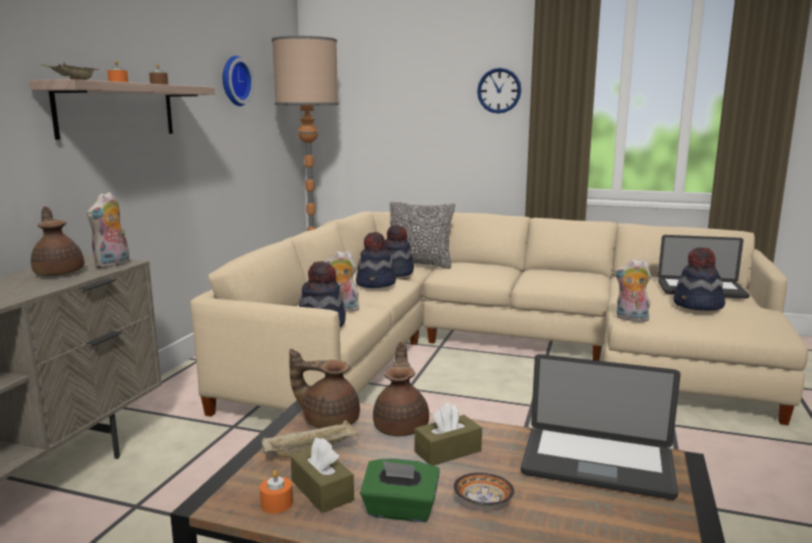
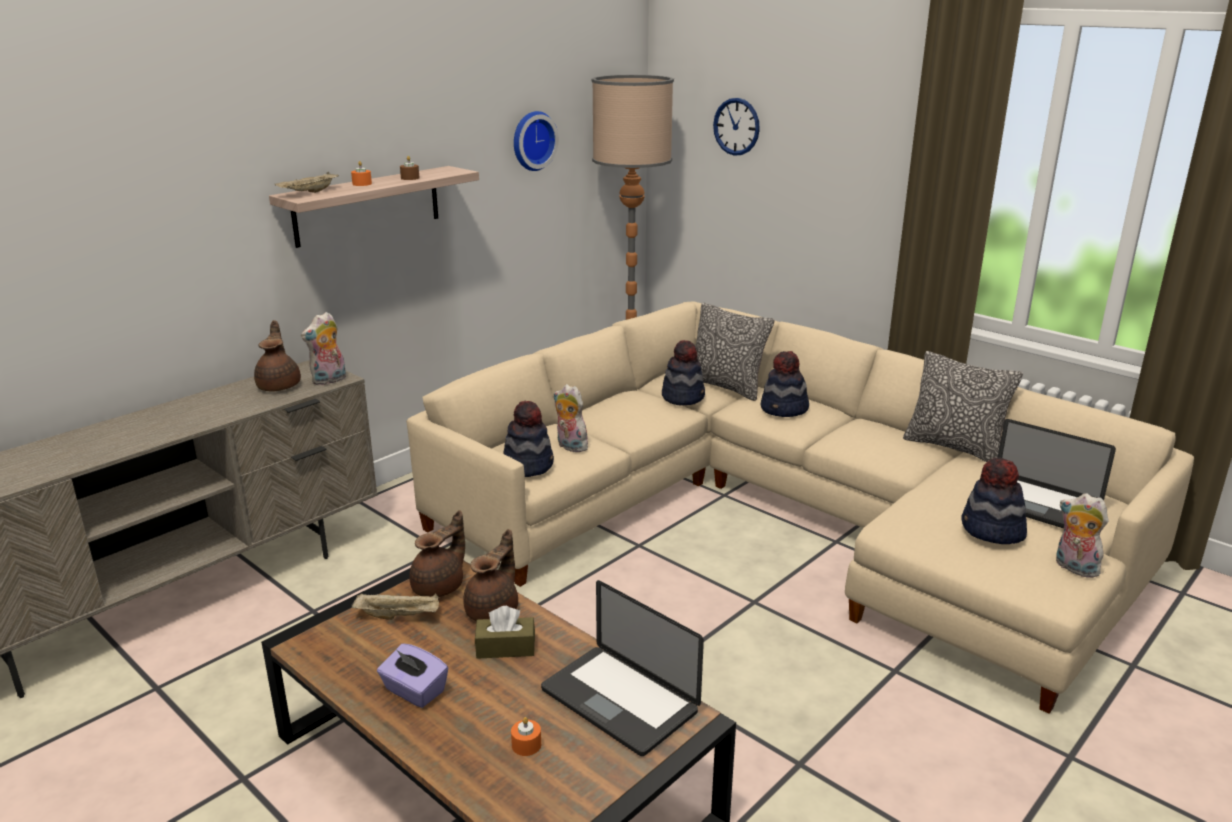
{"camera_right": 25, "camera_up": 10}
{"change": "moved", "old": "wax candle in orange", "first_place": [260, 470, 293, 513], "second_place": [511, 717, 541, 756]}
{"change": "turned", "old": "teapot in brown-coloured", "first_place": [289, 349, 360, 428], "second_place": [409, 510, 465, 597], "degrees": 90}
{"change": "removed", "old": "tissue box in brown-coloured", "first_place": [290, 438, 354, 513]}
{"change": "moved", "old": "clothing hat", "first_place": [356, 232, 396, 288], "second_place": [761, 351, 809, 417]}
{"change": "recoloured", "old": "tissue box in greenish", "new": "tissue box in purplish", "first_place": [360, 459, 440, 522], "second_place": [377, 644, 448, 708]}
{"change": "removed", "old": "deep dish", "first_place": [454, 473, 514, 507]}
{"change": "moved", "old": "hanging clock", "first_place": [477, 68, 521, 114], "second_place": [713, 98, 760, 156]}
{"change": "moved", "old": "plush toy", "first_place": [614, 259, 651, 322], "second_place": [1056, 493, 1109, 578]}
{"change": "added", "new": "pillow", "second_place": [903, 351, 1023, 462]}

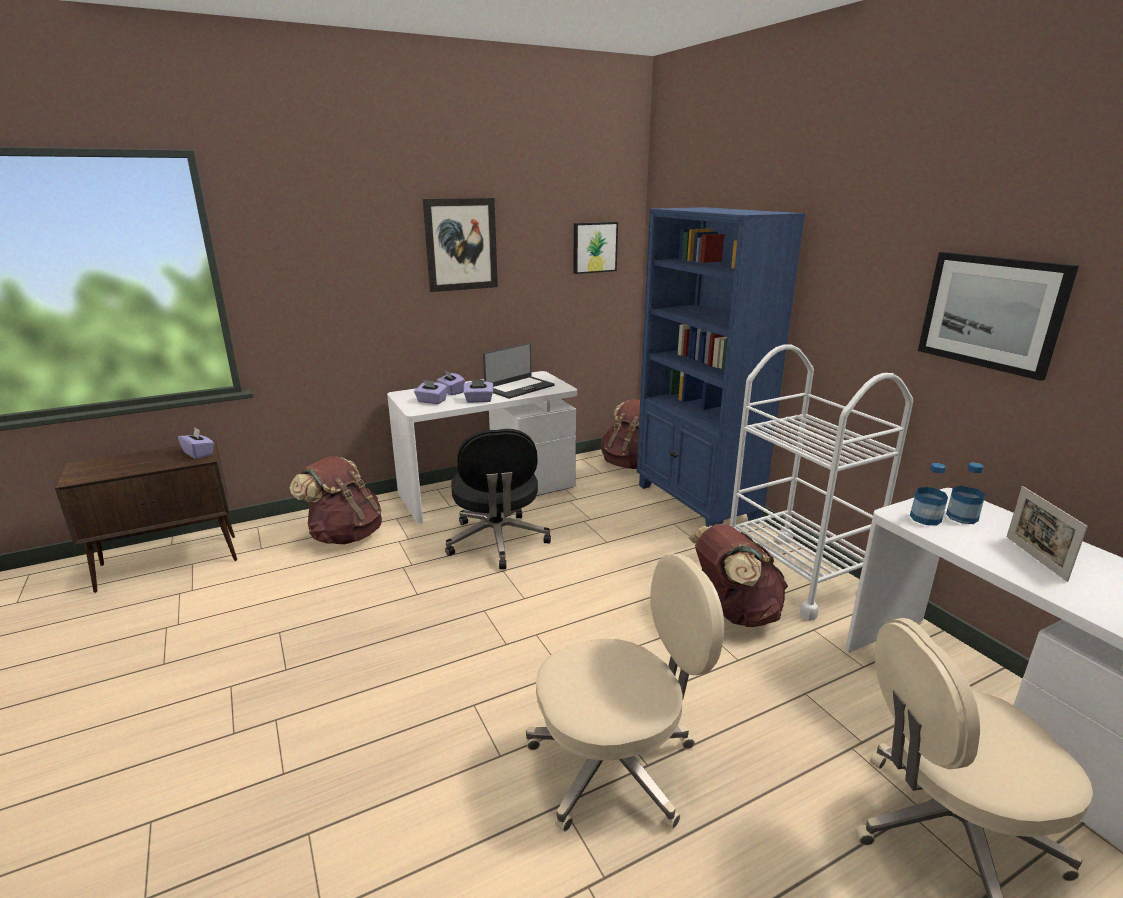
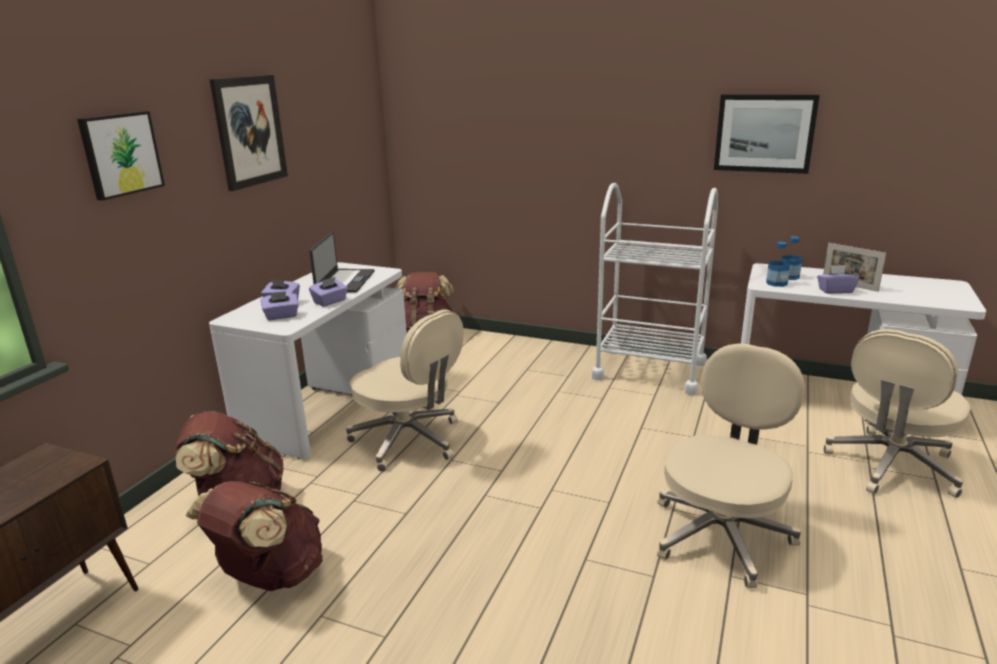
{"camera_right": -40, "camera_up": 0}
{"change": "moved", "old": "tissue box in purplish", "first_place": [178, 428, 214, 459], "second_place": [817, 265, 859, 294]}
{"change": "recoloured", "old": "office chair in black-coloured", "new": "office chair in beige-coloured", "first_place": [445, 429, 551, 569], "second_place": [346, 310, 463, 472]}
{"change": "moved", "old": "wall art", "first_place": [573, 222, 618, 274], "second_place": [77, 111, 165, 200]}
{"change": "removed", "old": "bookshelf in blue", "first_place": [637, 207, 805, 527]}
{"change": "moved", "old": "backpack in brown-coloured", "first_place": [688, 524, 788, 627], "second_place": [186, 481, 322, 591]}

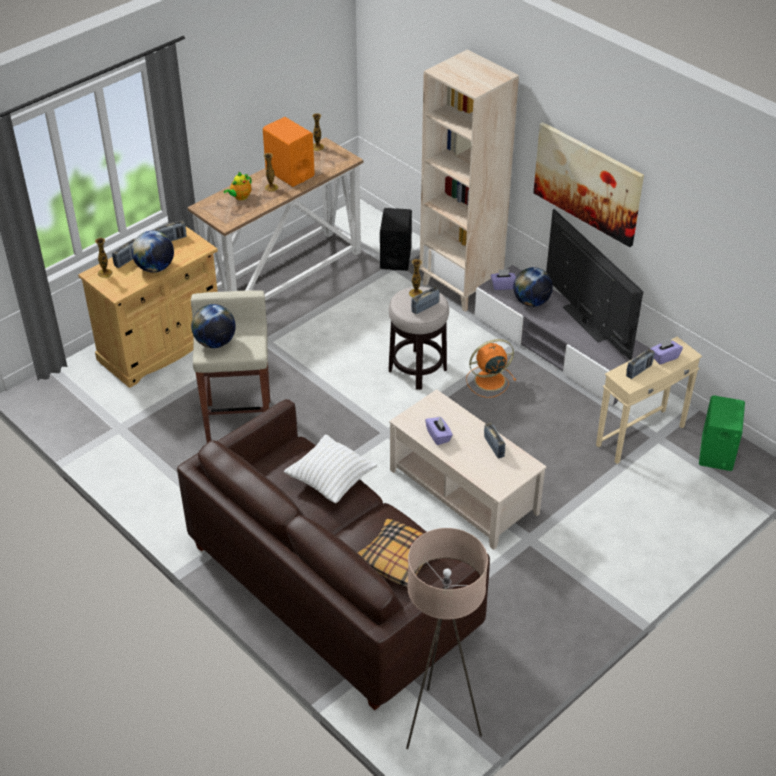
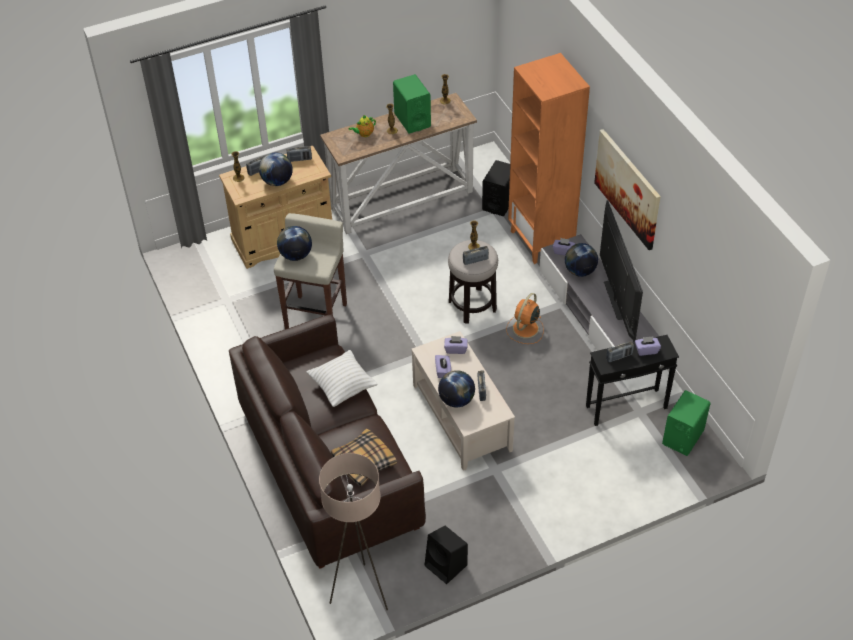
{"camera_right": 20, "camera_up": 5}
{"change": "recoloured", "old": "speaker in orange", "new": "speaker in greenish", "first_place": [263, 117, 315, 187], "second_place": [393, 74, 431, 134]}
{"change": "recoloured", "old": "bookshelf in beige-coloured", "new": "bookshelf in orange", "first_place": [420, 49, 519, 312], "second_place": [508, 53, 590, 264]}
{"change": "turned", "old": "cooling fan in orange", "first_place": [466, 339, 516, 398], "second_place": [506, 293, 544, 344], "degrees": -60}
{"change": "recoloured", "old": "accent table in beige-coloured", "new": "accent table in black-coloured", "first_place": [596, 337, 702, 464], "second_place": [586, 335, 679, 426]}
{"change": "added", "new": "speaker in black-coloured", "second_place": [425, 526, 468, 584]}
{"change": "added", "new": "desk globe", "second_place": [438, 370, 475, 407]}
{"change": "added", "new": "tissue box in purplish", "second_place": [444, 336, 467, 354]}

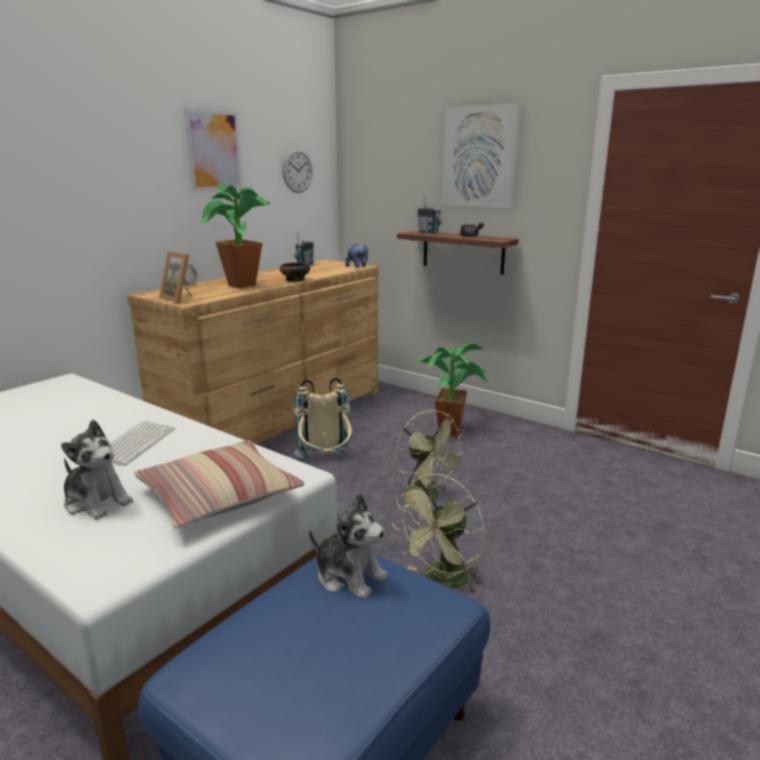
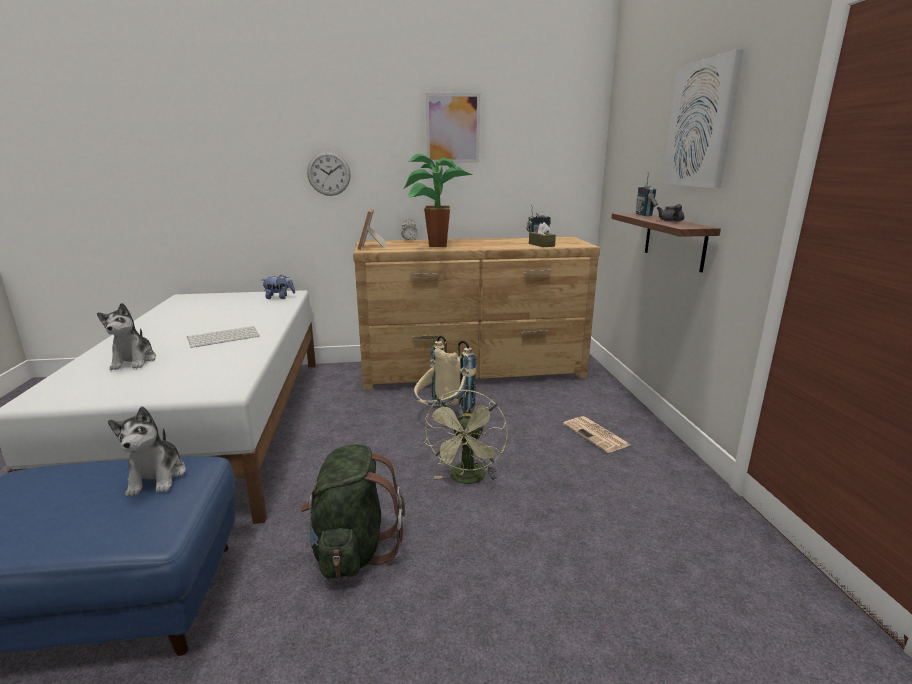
{"camera_right": 45, "camera_up": 0}
{"change": "removed", "old": "pillow", "first_place": [134, 440, 304, 529]}
{"change": "removed", "old": "deep dish", "first_place": [280, 262, 310, 282]}
{"change": "moved", "old": "hanging clock", "first_place": [282, 148, 313, 193], "second_place": [307, 151, 351, 196]}
{"change": "moved", "old": "plush toy", "first_place": [345, 244, 368, 268], "second_place": [262, 275, 295, 299]}
{"change": "replaced", "old": "cooling fan in greenish", "new": "backpack in greenish", "first_place": [392, 474, 485, 595], "second_place": [300, 444, 405, 579]}
{"change": "replaced", "old": "potted plant", "new": "printed paper", "first_place": [416, 343, 489, 436], "second_place": [563, 416, 630, 453]}
{"change": "added", "new": "tissue box in brown-coloured", "second_place": [529, 222, 556, 247]}

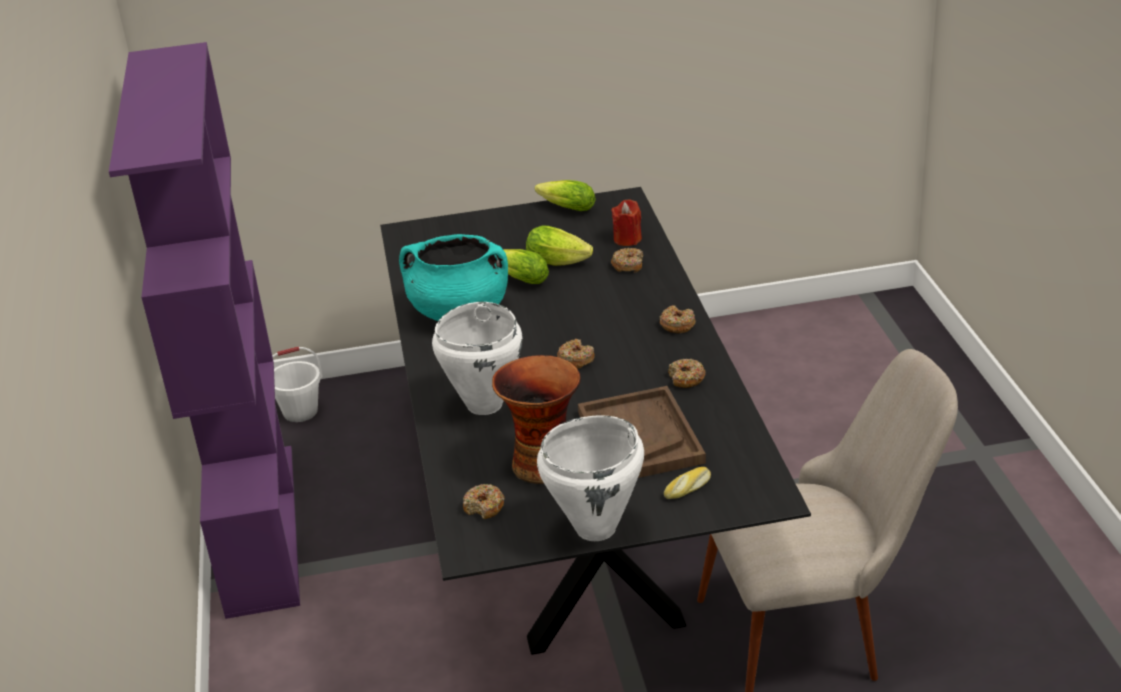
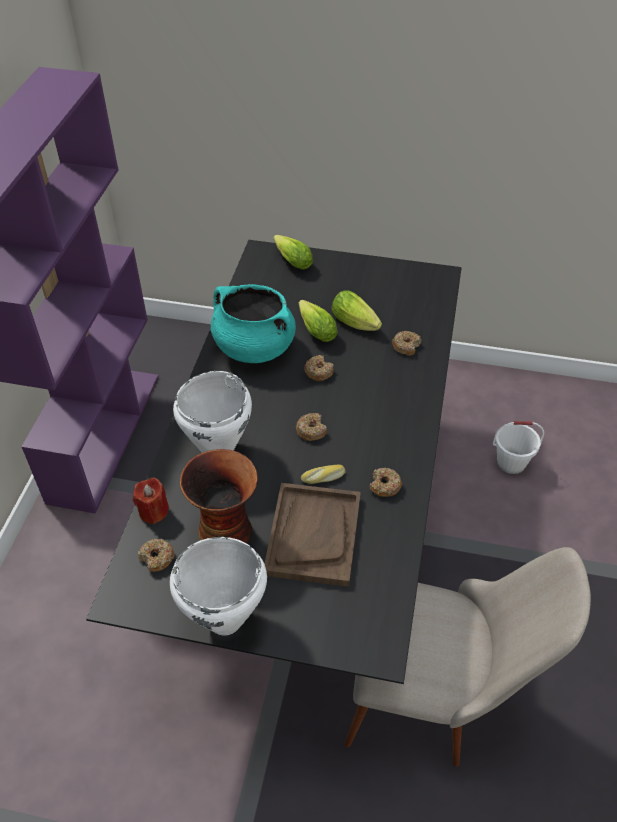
{"camera_right": 20, "camera_up": 15}
{"change": "moved", "old": "bucket in whitish", "first_place": [272, 346, 323, 422], "second_place": [493, 421, 544, 474]}
{"change": "moved", "old": "lettuce", "first_place": [535, 180, 596, 211], "second_place": [273, 235, 313, 270]}
{"change": "moved", "old": "wax candle in reddish", "first_place": [612, 199, 642, 246], "second_place": [133, 477, 169, 524]}
{"change": "moved", "old": "ring doughnut", "first_place": [660, 305, 696, 333], "second_place": [304, 355, 334, 381]}
{"change": "moved", "old": "bread", "first_place": [664, 467, 711, 499], "second_place": [301, 464, 345, 484]}

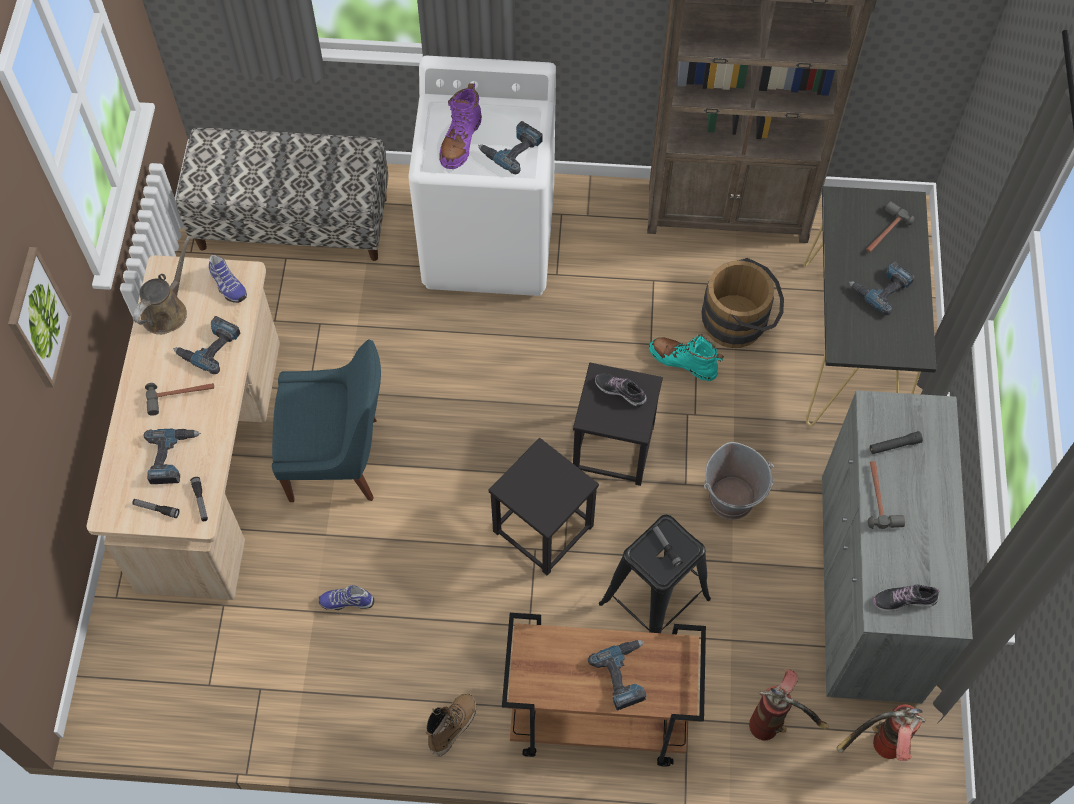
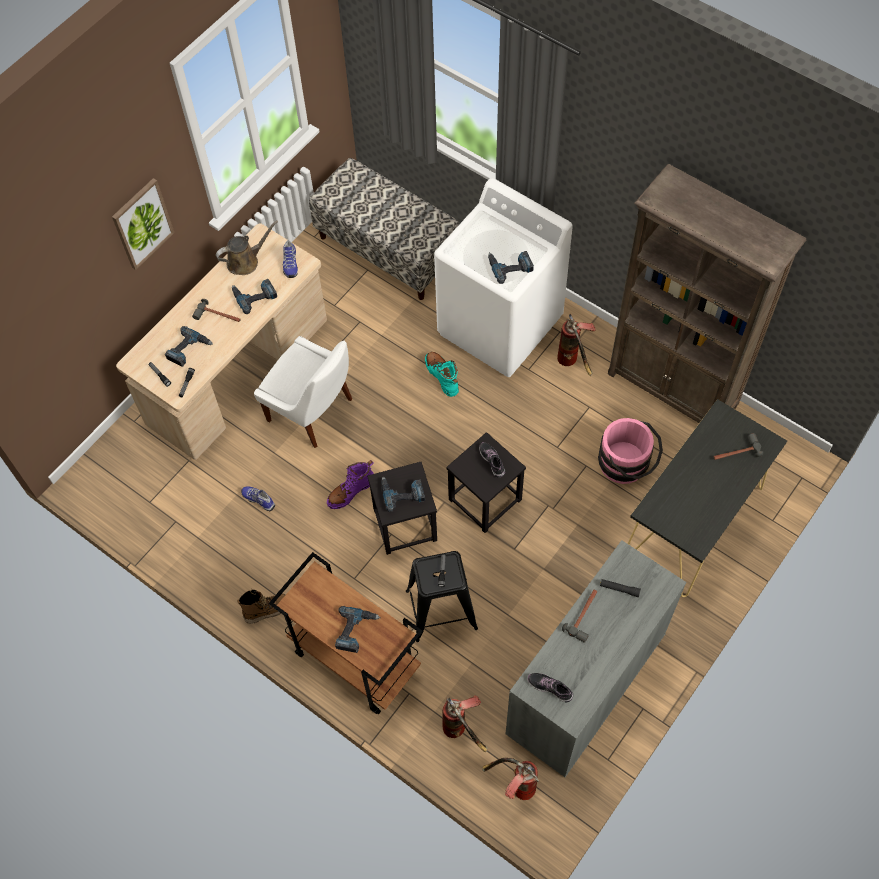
{"camera_right": 35, "camera_up": 0}
{"change": "recoloured", "old": "chair in blue", "new": "chair in whitish", "first_place": [272, 339, 381, 502], "second_place": [254, 336, 352, 448]}
{"change": "moved", "old": "boot in purplish", "first_place": [439, 83, 482, 169], "second_place": [327, 460, 374, 509]}
{"change": "moved", "old": "boot in turquoise", "first_place": [649, 334, 724, 381], "second_place": [425, 352, 459, 397]}
{"change": "recoloured", "old": "bucket in brown-coloured", "new": "bucket in pink", "first_place": [701, 258, 784, 348], "second_place": [598, 418, 663, 484]}
{"change": "removed", "old": "bucket in gray", "first_place": [704, 442, 774, 520]}
{"change": "moved", "old": "drill", "first_place": [849, 261, 915, 315], "second_place": [381, 477, 425, 512]}
{"change": "added", "new": "extinguisher", "second_place": [557, 314, 596, 376]}

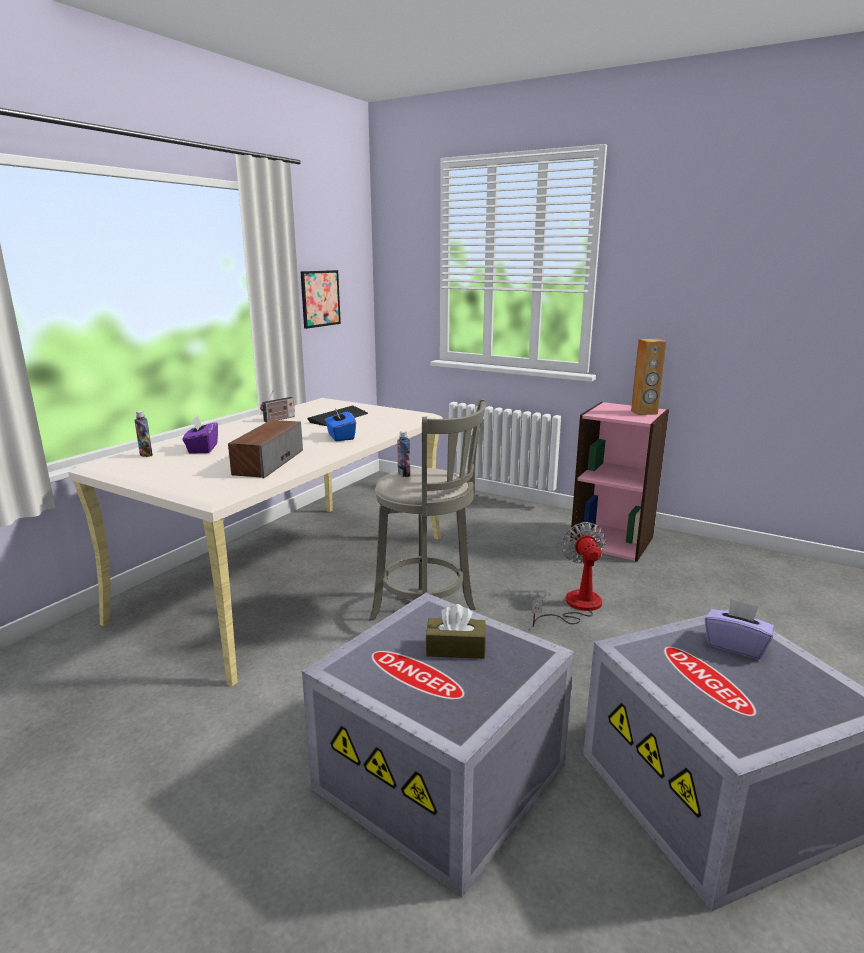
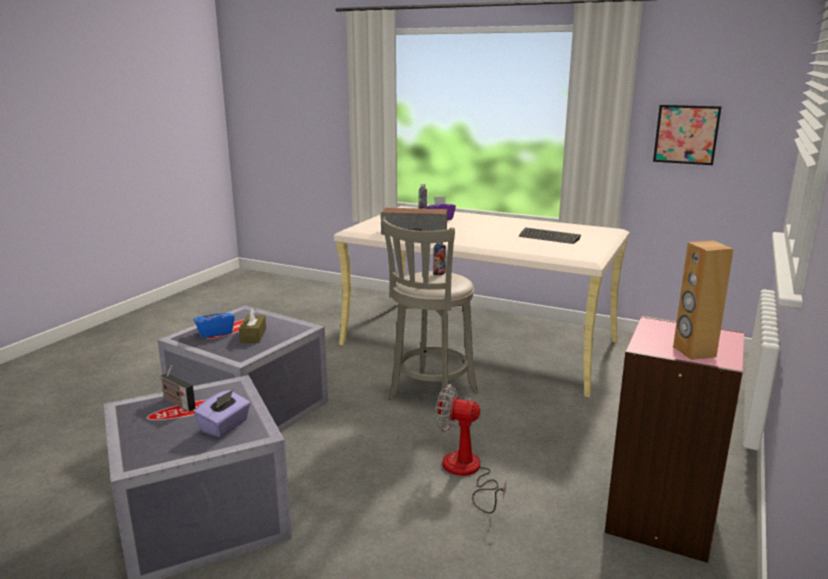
{"camera_right": 85, "camera_up": 0}
{"change": "moved", "old": "radio receiver", "first_place": [260, 390, 295, 422], "second_place": [161, 365, 196, 412]}
{"change": "moved", "old": "tissue box in blue", "first_place": [325, 408, 356, 441], "second_place": [194, 304, 235, 338]}
{"change": "turned", "old": "cooling fan", "first_place": [532, 522, 606, 627], "second_place": [436, 384, 507, 514], "degrees": -150}

